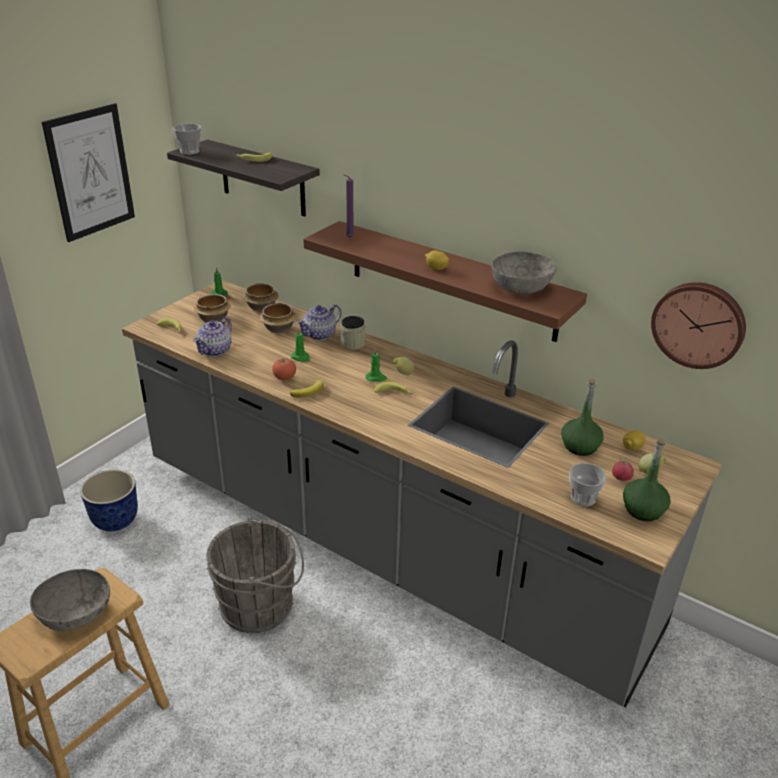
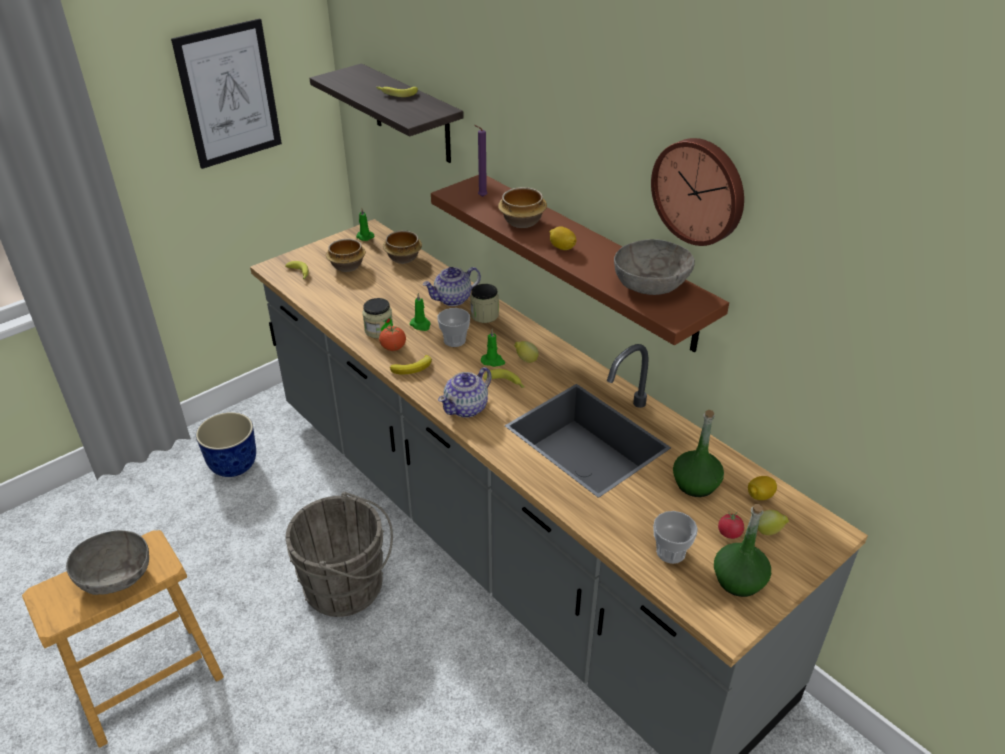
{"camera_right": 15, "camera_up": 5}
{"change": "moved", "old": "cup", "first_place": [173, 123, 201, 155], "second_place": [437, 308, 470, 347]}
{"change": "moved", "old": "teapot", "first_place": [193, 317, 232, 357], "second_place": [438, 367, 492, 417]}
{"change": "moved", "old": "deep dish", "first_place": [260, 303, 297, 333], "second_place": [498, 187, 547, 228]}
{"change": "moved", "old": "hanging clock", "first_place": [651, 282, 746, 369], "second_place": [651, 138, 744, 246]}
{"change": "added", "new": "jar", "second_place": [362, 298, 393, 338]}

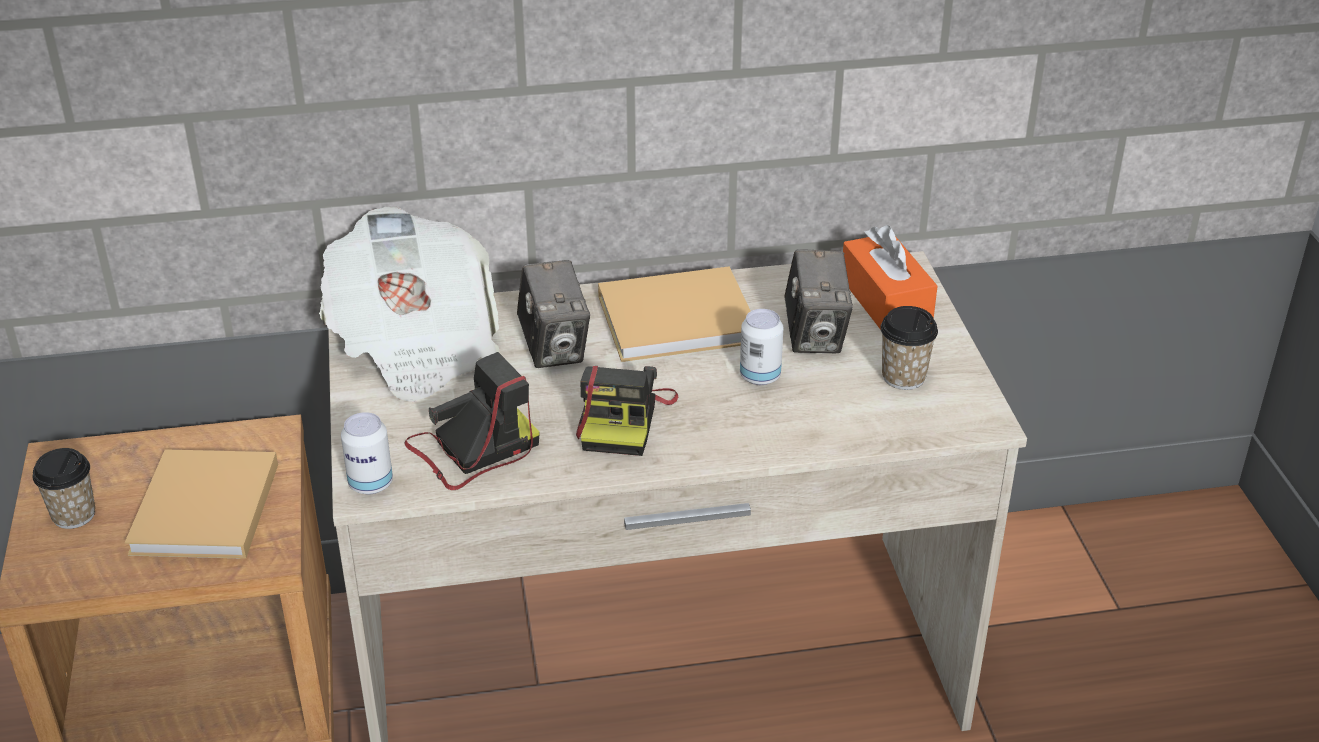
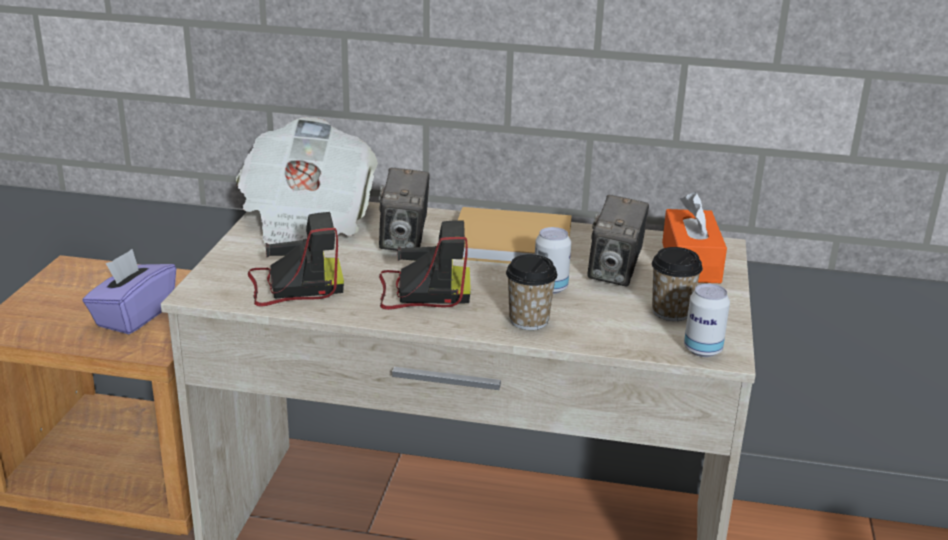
{"camera_right": 20, "camera_up": -10}
{"change": "moved", "old": "cup", "first_place": [33, 448, 95, 529], "second_place": [506, 254, 557, 330]}
{"change": "replaced", "old": "bound book in beige-coloured", "new": "tissue box in purplish", "first_place": [125, 449, 278, 559], "second_place": [82, 249, 176, 334]}
{"change": "moved", "old": "sealed can", "first_place": [341, 412, 393, 495], "second_place": [684, 284, 730, 357]}
{"change": "turned", "old": "photo camera", "first_place": [576, 366, 678, 456], "second_place": [379, 220, 471, 310], "degrees": -120}

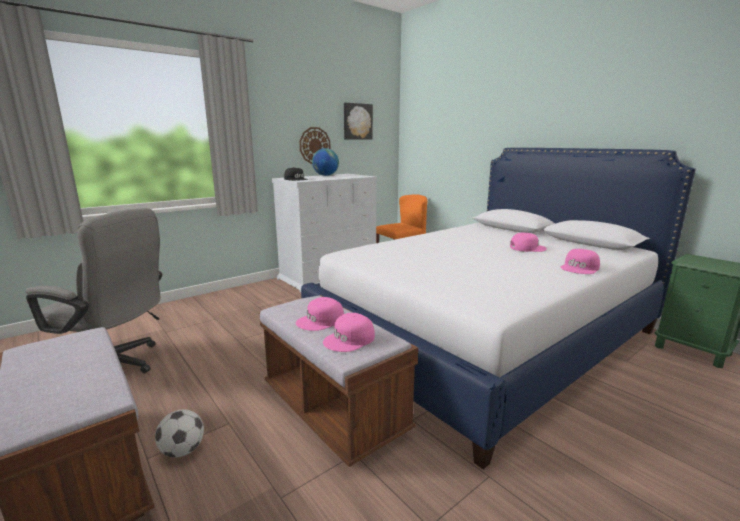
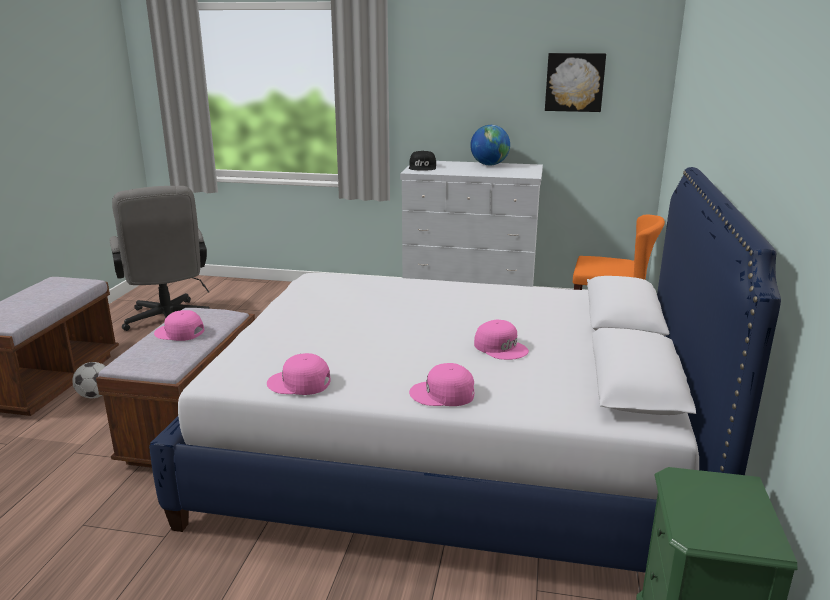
{"camera_right": 50, "camera_up": 5}
{"change": "removed", "old": "hanging clock", "first_place": [299, 127, 331, 164]}
{"change": "moved", "old": "cap in pink", "first_place": [323, 313, 375, 352], "second_place": [267, 353, 330, 395]}

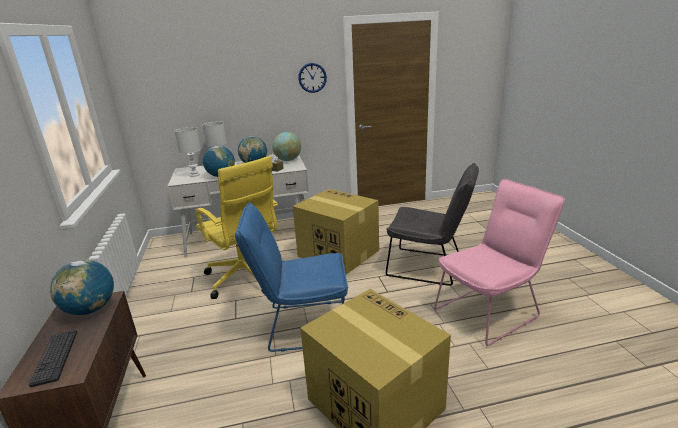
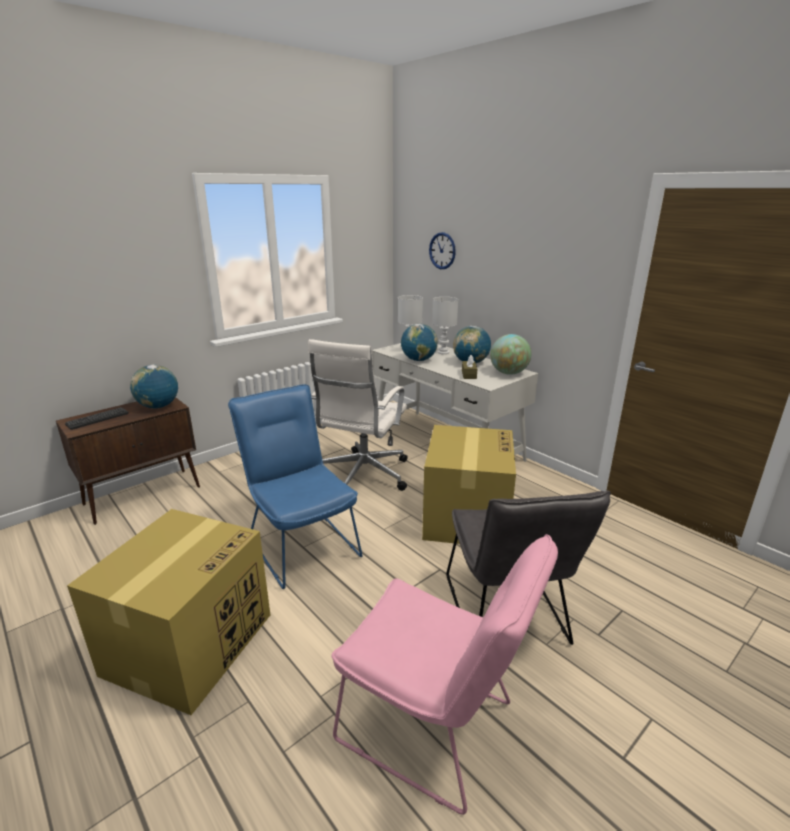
{"camera_right": 60, "camera_up": 0}
{"change": "recoloured", "old": "office chair in yellow", "new": "office chair in whitish", "first_place": [195, 156, 283, 299], "second_place": [308, 339, 408, 491]}
{"change": "moved", "old": "hanging clock", "first_place": [298, 63, 327, 93], "second_place": [429, 232, 456, 269]}

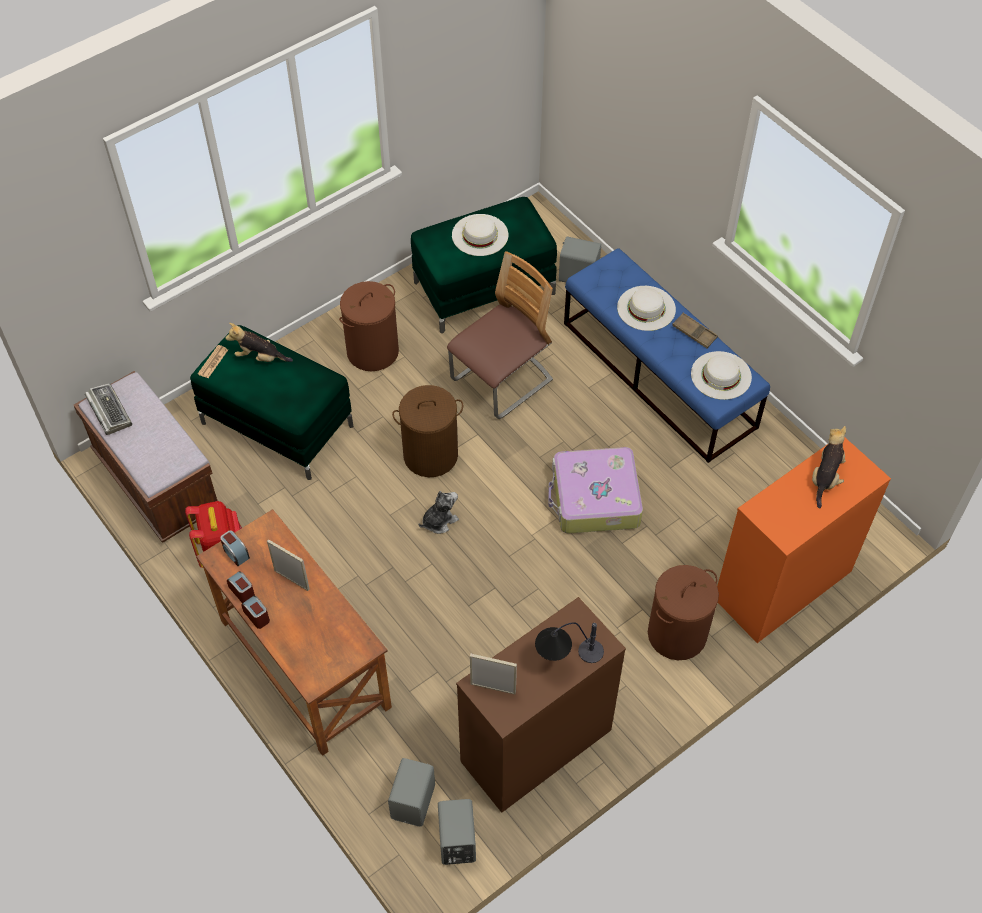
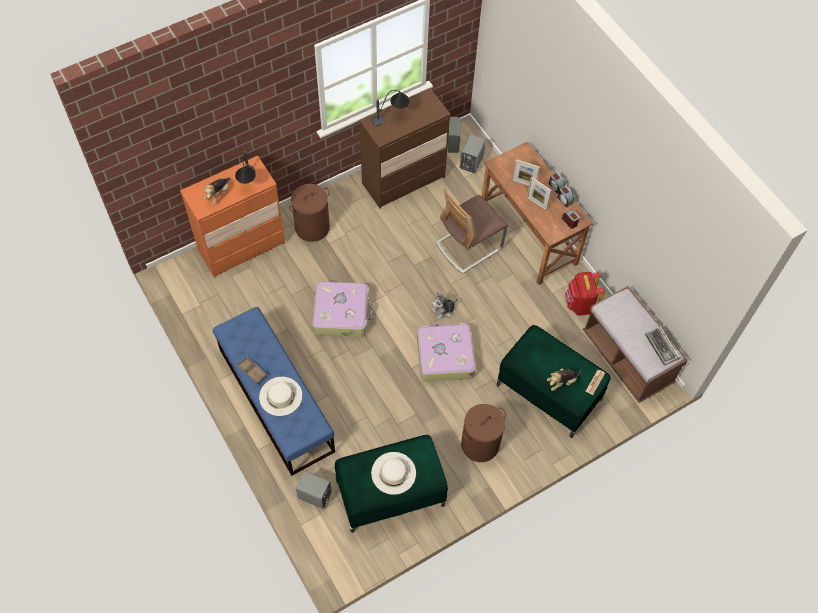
{"camera_right": -175, "camera_up": 5}
{"change": "turned", "old": "plush toy", "first_place": [226, 323, 293, 362], "second_place": [547, 368, 582, 391], "degrees": 135}
{"change": "replaced", "old": "hamper in brown-coloured", "new": "suitcase", "first_place": [392, 385, 463, 477], "second_place": [417, 323, 476, 382]}
{"change": "moved", "old": "chair", "first_place": [447, 251, 553, 419], "second_place": [436, 188, 508, 274]}
{"change": "moved", "old": "picture frame", "first_place": [470, 654, 517, 695], "second_place": [512, 159, 540, 186]}
{"change": "removed", "old": "clothing hat in whitish", "first_place": [691, 351, 752, 400]}
{"change": "added", "new": "tabletop lamp", "second_place": [235, 151, 256, 184]}

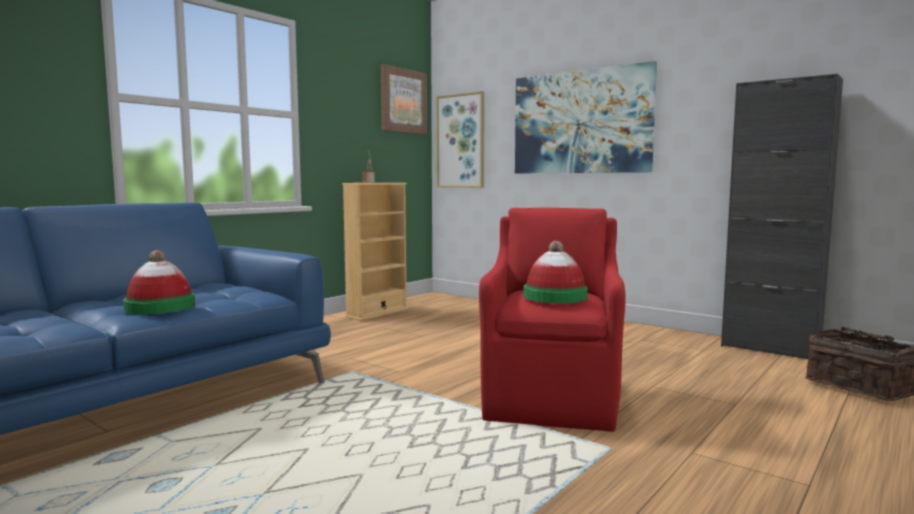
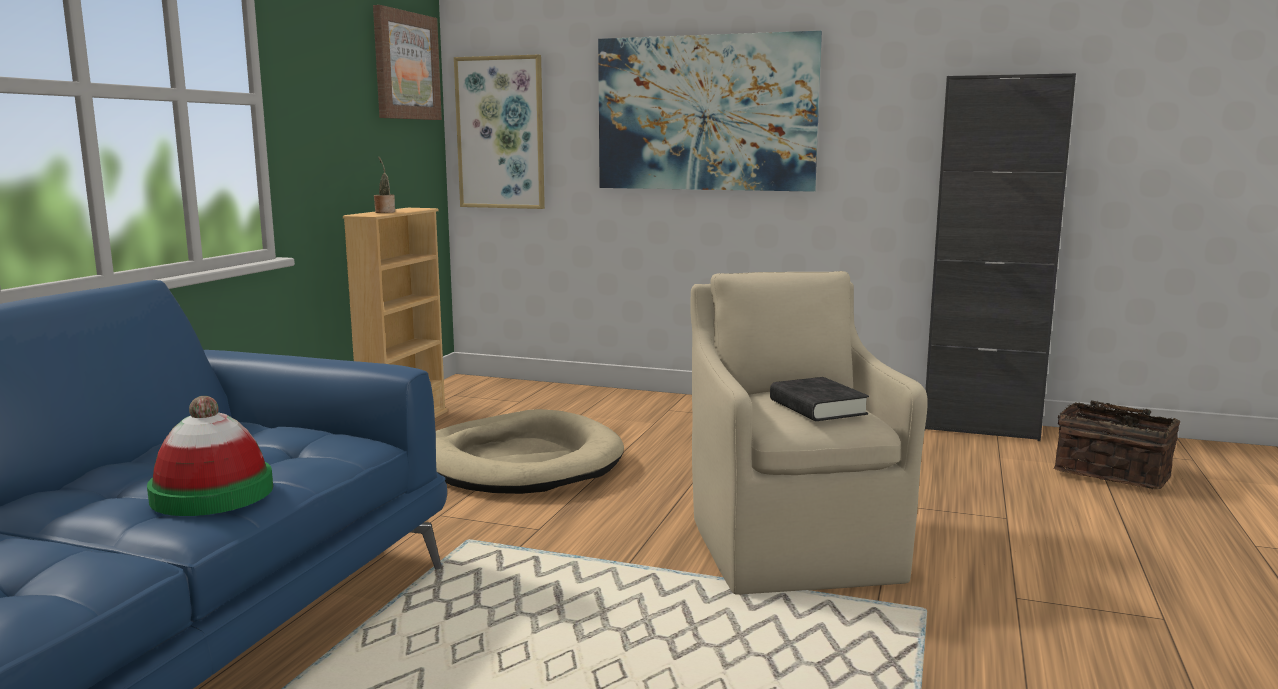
{"camera_right": -20, "camera_up": 5}
{"change": "recoloured", "old": "easy chair in reddish", "new": "easy chair in beige-coloured", "first_place": [479, 208, 626, 432], "second_place": [690, 271, 928, 595]}
{"change": "replaced", "old": "clothing hat", "new": "bound book in black-coloured", "first_place": [523, 241, 588, 303], "second_place": [770, 377, 869, 421]}
{"change": "added", "new": "pet bed in beige-coloured", "second_place": [436, 409, 624, 494]}

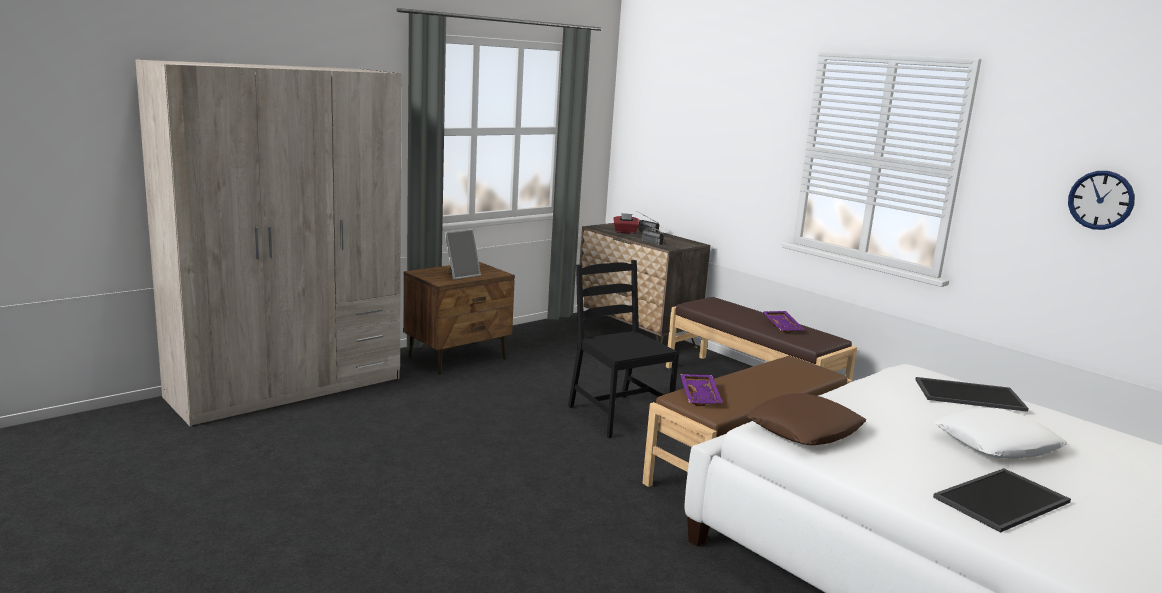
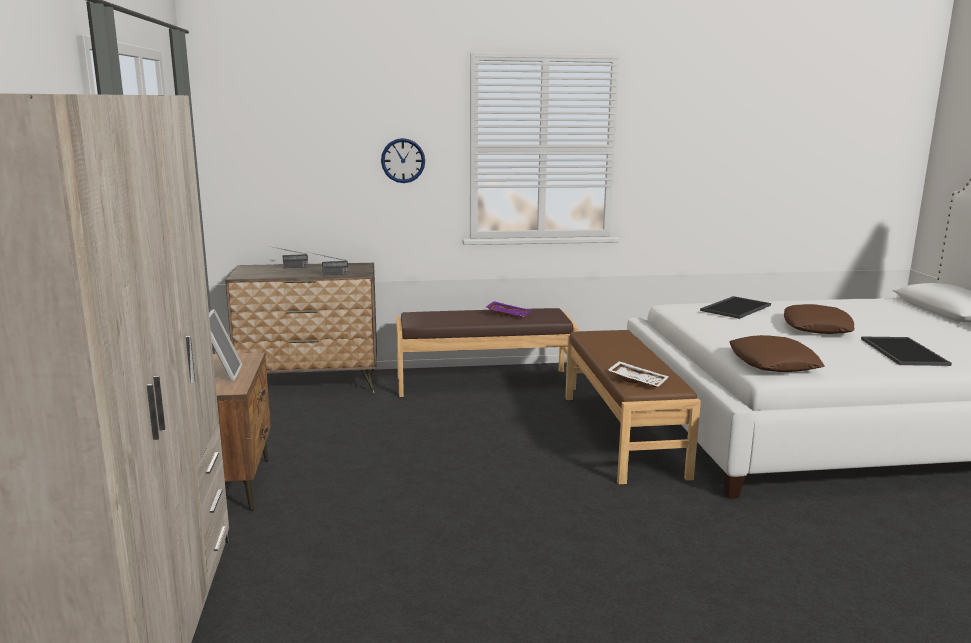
{"camera_right": -55, "camera_up": 0}
{"change": "removed", "old": "chair in black-coloured", "first_place": [568, 260, 679, 438]}
{"change": "removed", "old": "tissue box in reddish", "first_place": [613, 213, 639, 234]}
{"change": "recoloured", "old": "tray in purplish", "new": "tray in whitish", "first_place": [680, 374, 723, 406], "second_place": [608, 361, 669, 388]}
{"change": "recoloured", "old": "pillow in whitish", "new": "pillow in brown-coloured", "first_place": [934, 408, 1068, 459], "second_place": [784, 304, 854, 334]}
{"change": "moved", "old": "hanging clock", "first_place": [1068, 171, 1135, 230], "second_place": [381, 138, 425, 183]}

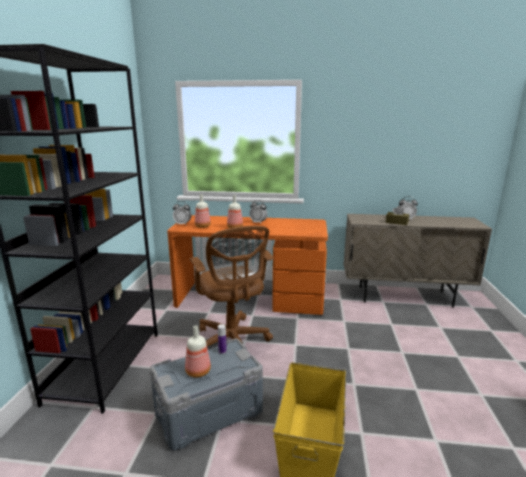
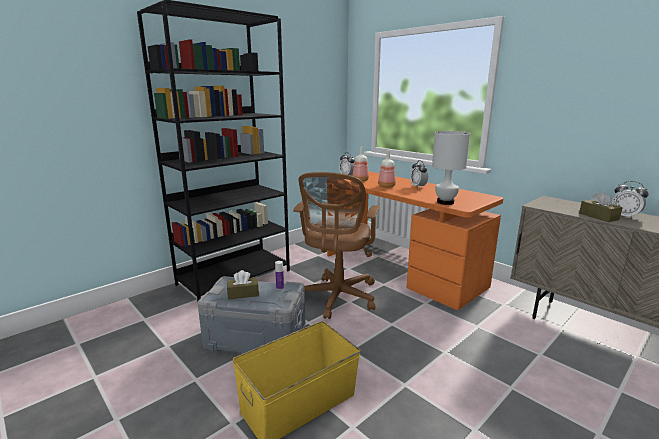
{"camera_right": 40, "camera_up": 0}
{"change": "replaced", "old": "beverage bottle", "new": "tissue box in brown-coloured", "first_place": [185, 325, 211, 378], "second_place": [227, 270, 259, 300]}
{"change": "added", "new": "tabletop lamp in whitish", "second_place": [432, 131, 470, 205]}

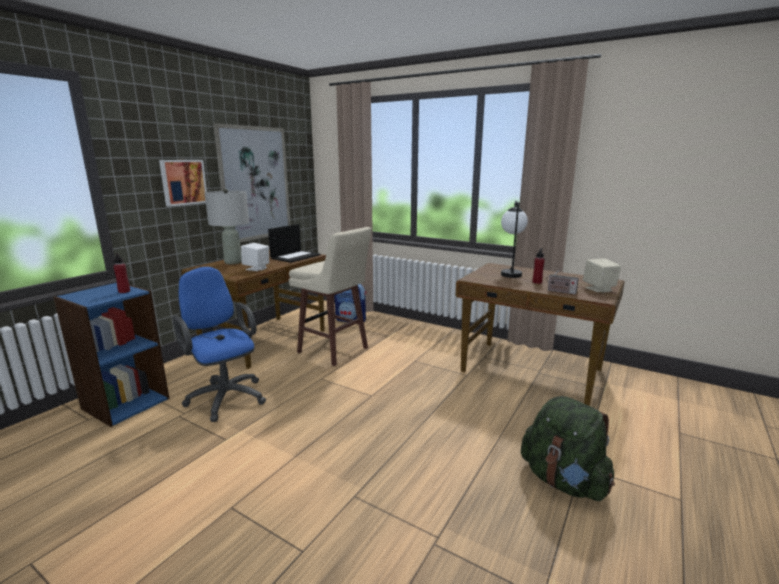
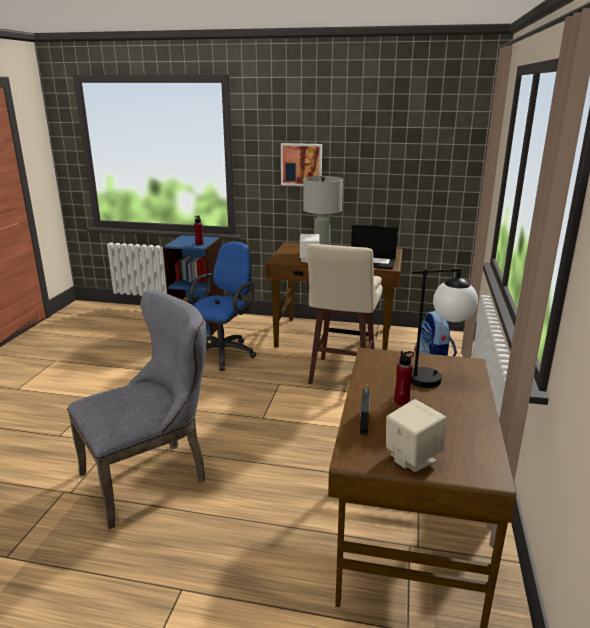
{"camera_right": 70, "camera_up": 5}
{"change": "removed", "old": "wall art", "first_place": [213, 123, 291, 242]}
{"change": "removed", "old": "backpack in greenish", "first_place": [521, 396, 615, 501]}
{"change": "added", "new": "chair in gray", "second_place": [67, 290, 207, 529]}

